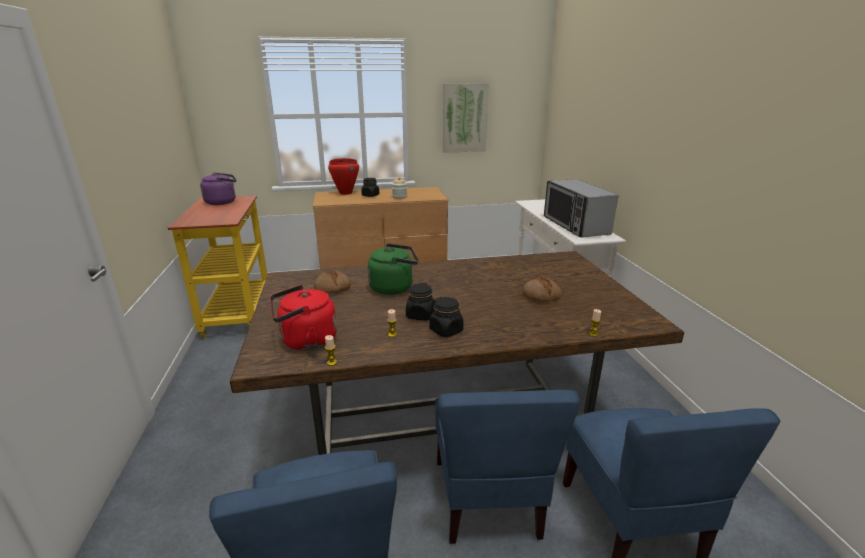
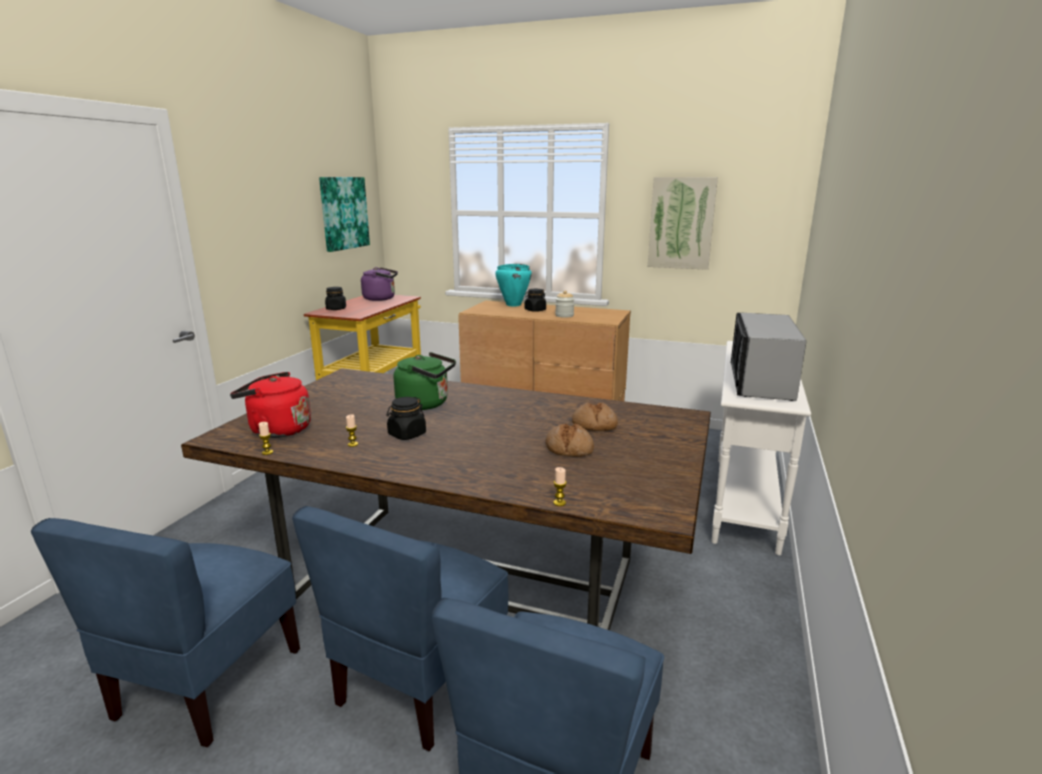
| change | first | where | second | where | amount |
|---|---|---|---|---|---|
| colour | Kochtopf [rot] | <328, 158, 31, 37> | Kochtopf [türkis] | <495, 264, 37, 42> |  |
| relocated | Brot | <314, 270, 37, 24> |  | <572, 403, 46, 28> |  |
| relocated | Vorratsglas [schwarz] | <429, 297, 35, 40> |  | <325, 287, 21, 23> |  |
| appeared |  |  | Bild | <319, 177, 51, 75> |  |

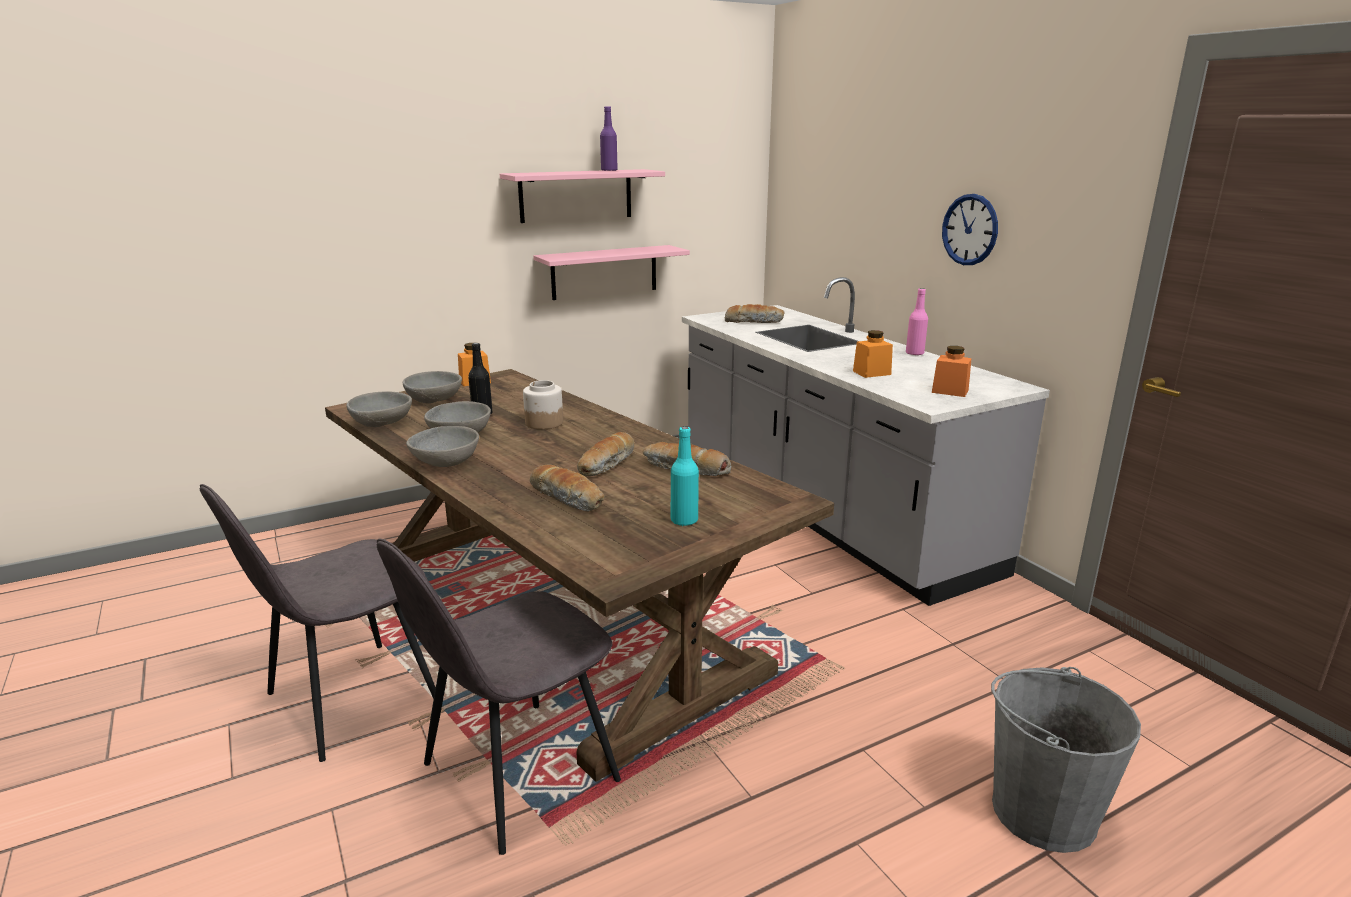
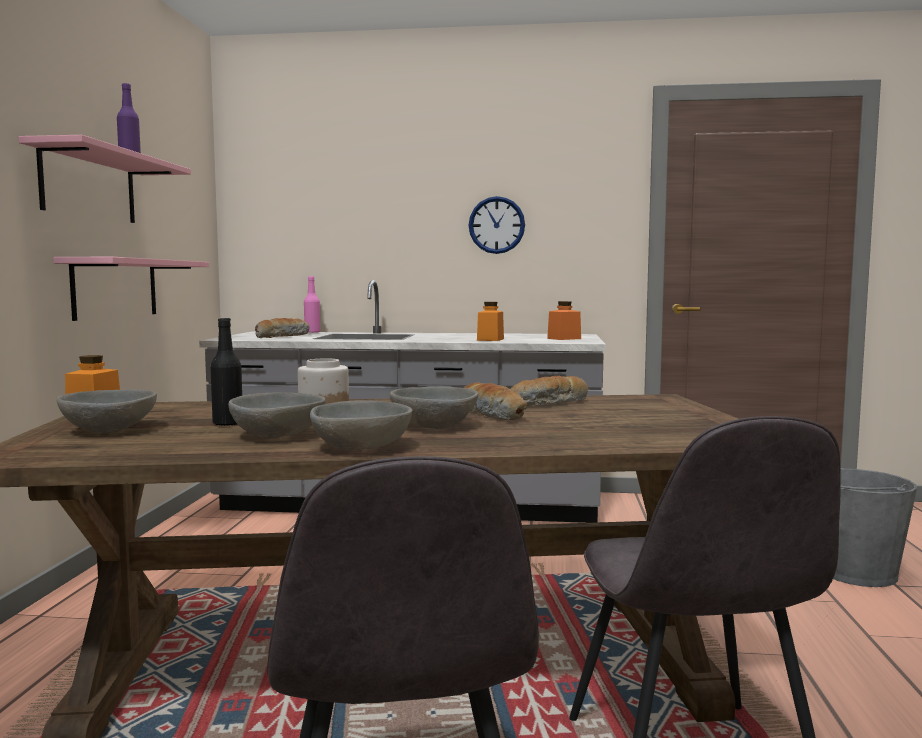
| change | first | where | second | where | amount |
|---|---|---|---|---|---|
| relocated | Flasche [rosa] | <906, 288, 22, 68> |  | <304, 276, 16, 57> |  |
| relocated | Schüssel [grau] | <346, 391, 66, 36> |  | <390, 387, 88, 42> |  |
| missing | Flasche [türkis] | <671, 426, 28, 100> |  |  |  |
| missing | Brot | <530, 465, 74, 47> |  |  |  |

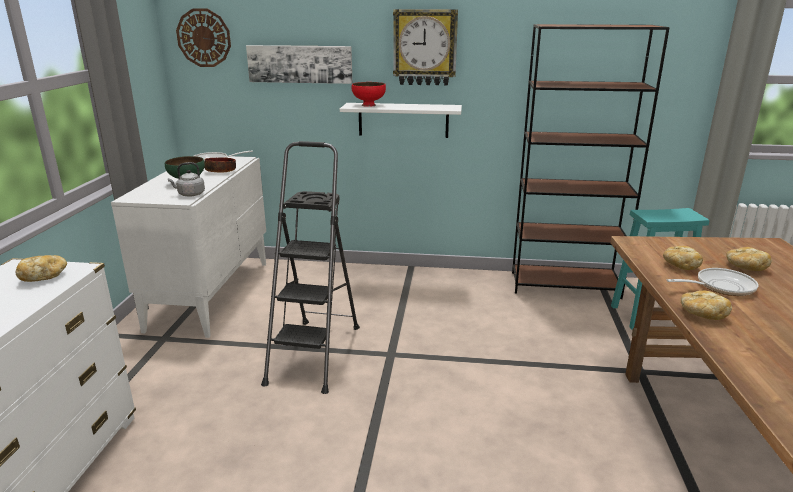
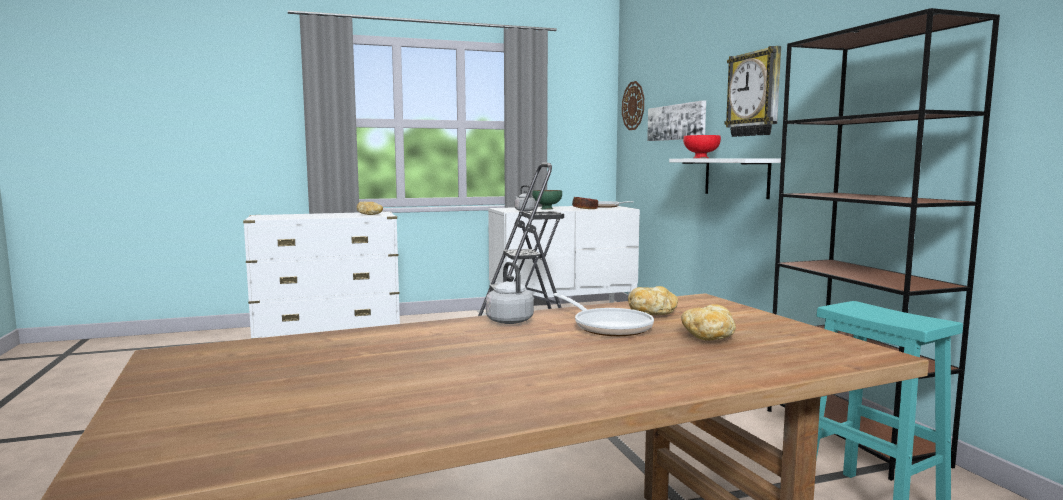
| change | first | where | second | where | amount |
|---|---|---|---|---|---|
| exchanged | Brot | <681, 291, 51, 29> | Wasserkessel [grau] | <486, 262, 48, 62> |  |

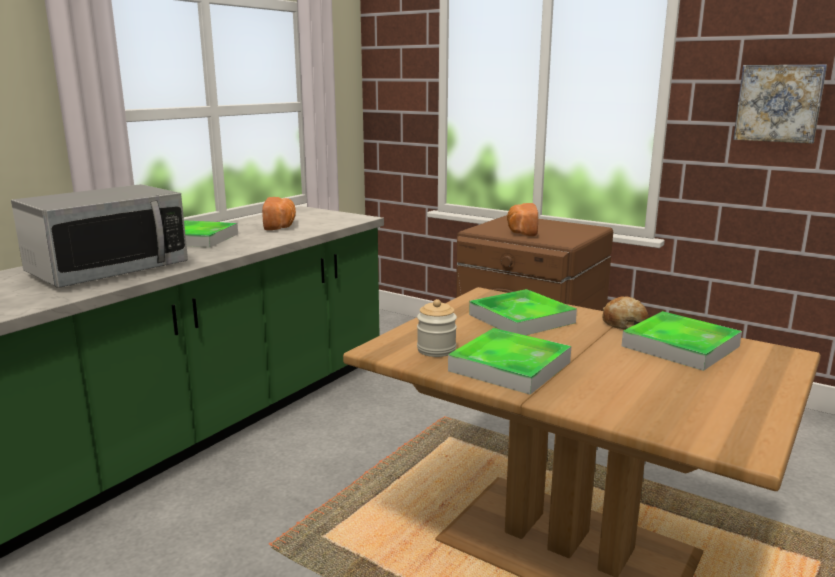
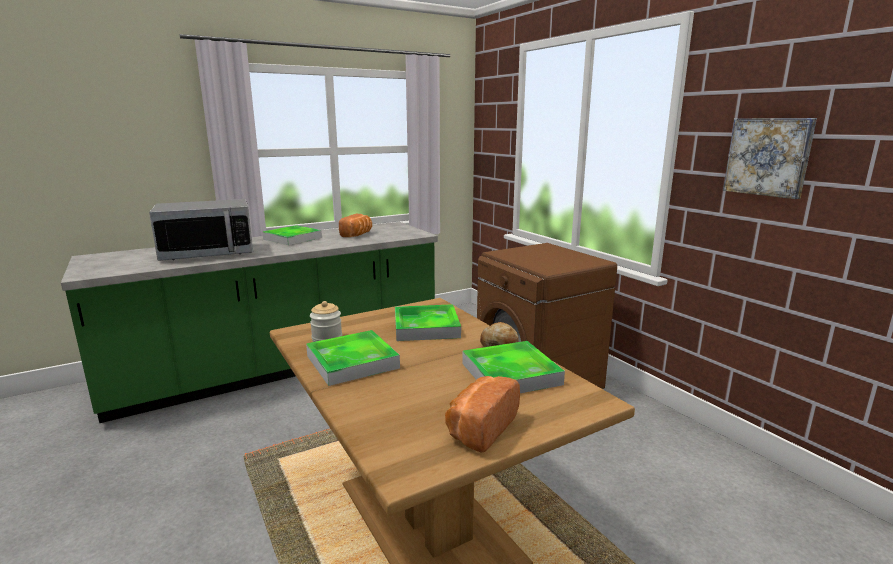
| change | first | where | second | where | amount |
|---|---|---|---|---|---|
| relocated | Brot | <507, 203, 31, 33> |  | <445, 376, 75, 77> |  |

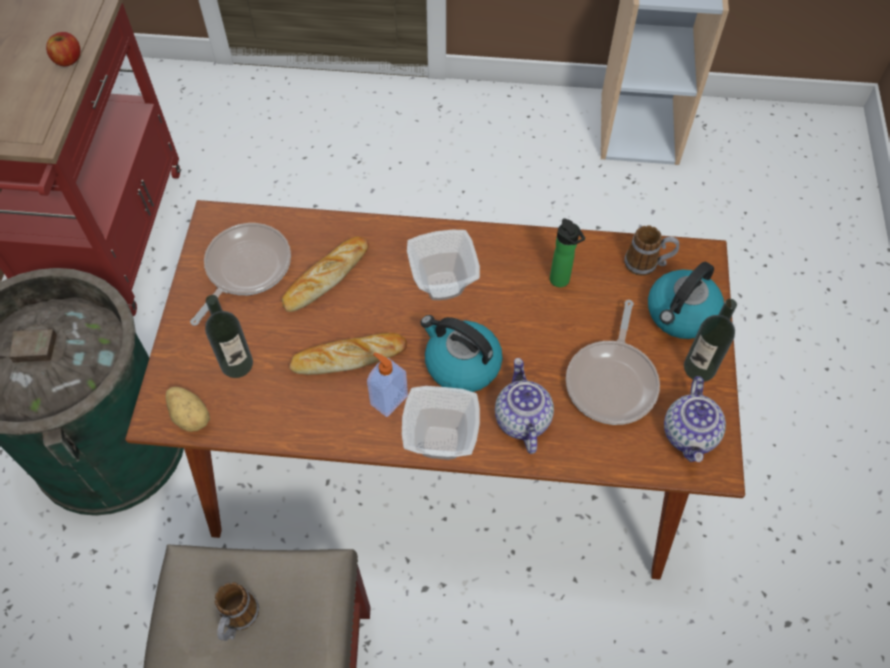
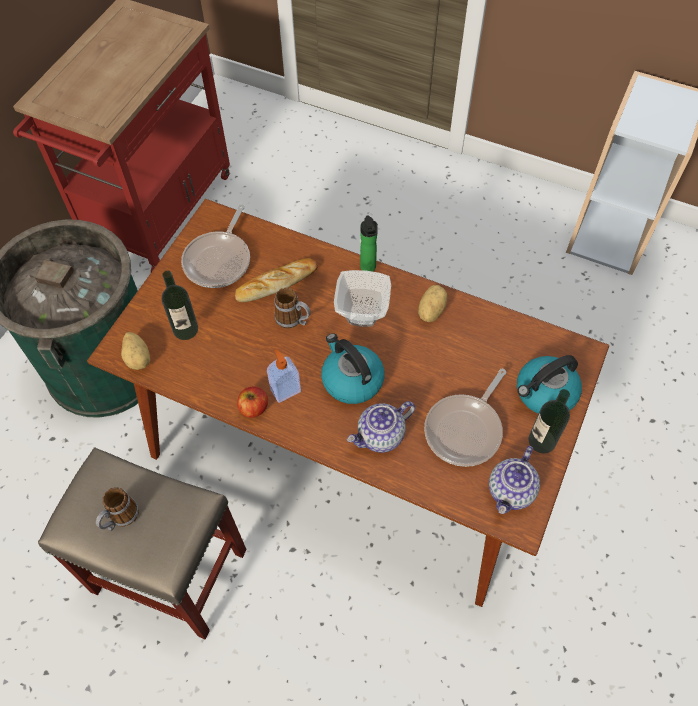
| change | first | where | second | where | amount |
|---|---|---|---|---|---|
| relocated | Apfel | <46, 32, 34, 34> |  | <237, 387, 31, 31> |  |
| relocated | Flasche | <550, 218, 35, 69> |  | <360, 215, 18, 57> |  |
| spun | Pfanne | <190, 223, 101, 103> |  | <181, 204, 69, 84> | 150 degrees clockwise |
| relocated | Henkelbecher | <624, 225, 55, 51> |  | <274, 288, 37, 41> |  |
| missing | Brot | <289, 333, 118, 42> |  |  |  |
| spun | Teekanne | <495, 358, 59, 96> |  | <347, 401, 68, 52> | 135 degrees counterclockwise |
| missing | Schüssel | <402, 386, 78, 74> |  |  |  |
| appeared |  |  | Kartoffel | <418, 285, 29, 37> |  |

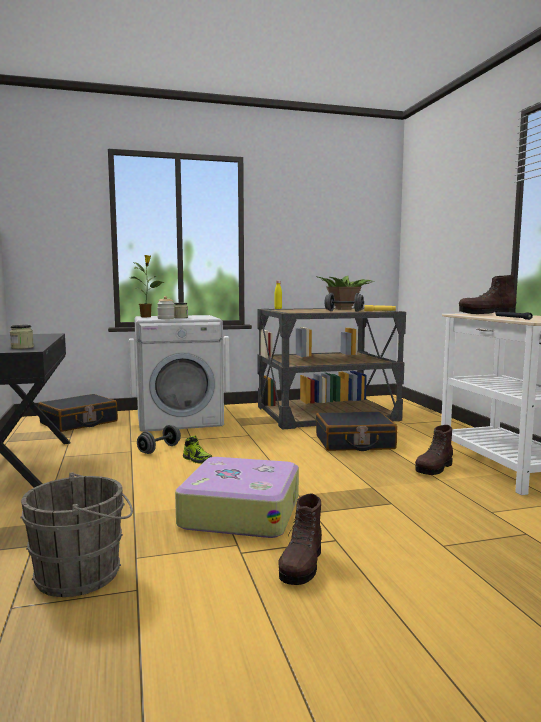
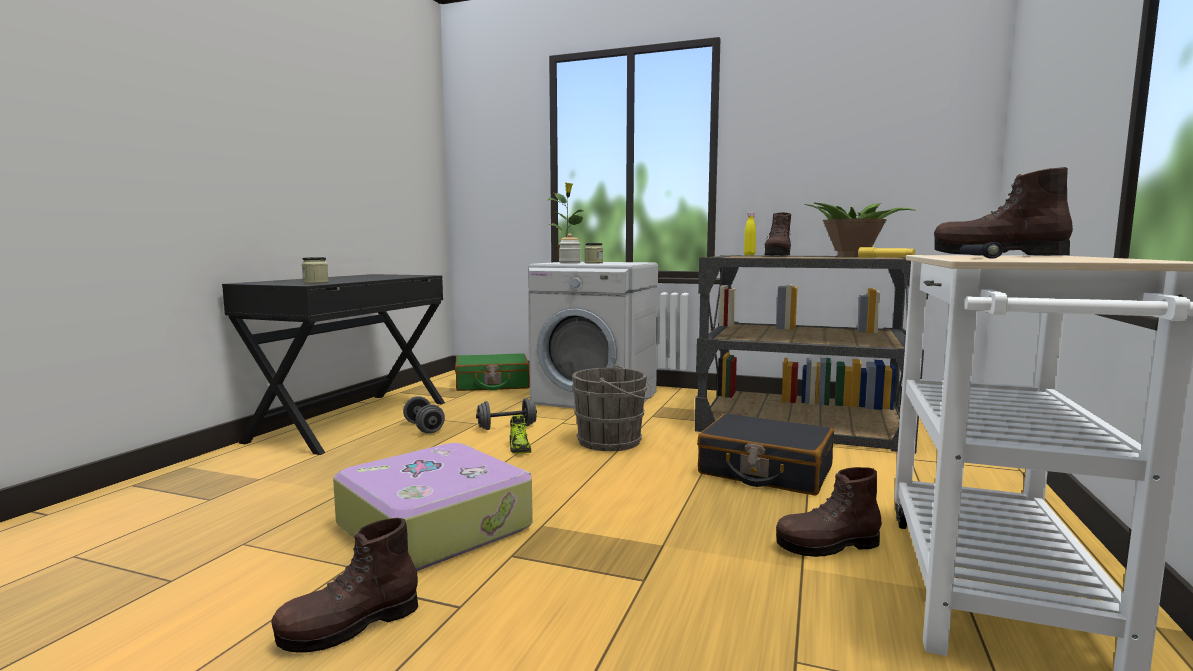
| change | first | where | second | where | amount |
|---|---|---|---|---|---|
| relocated | Hantel [grau] | <325, 293, 39, 19> |  | <403, 396, 42, 38> |  |
| colour | Koffer [schwarz] | <38, 394, 80, 38> | Koffer [grün] | <455, 354, 75, 37> |  |
| relocated | Eimer [grau] | <20, 472, 113, 125> |  | <572, 364, 82, 87> |  |
| appeared |  |  | Stiefel [braun] | <764, 212, 27, 43> |  |

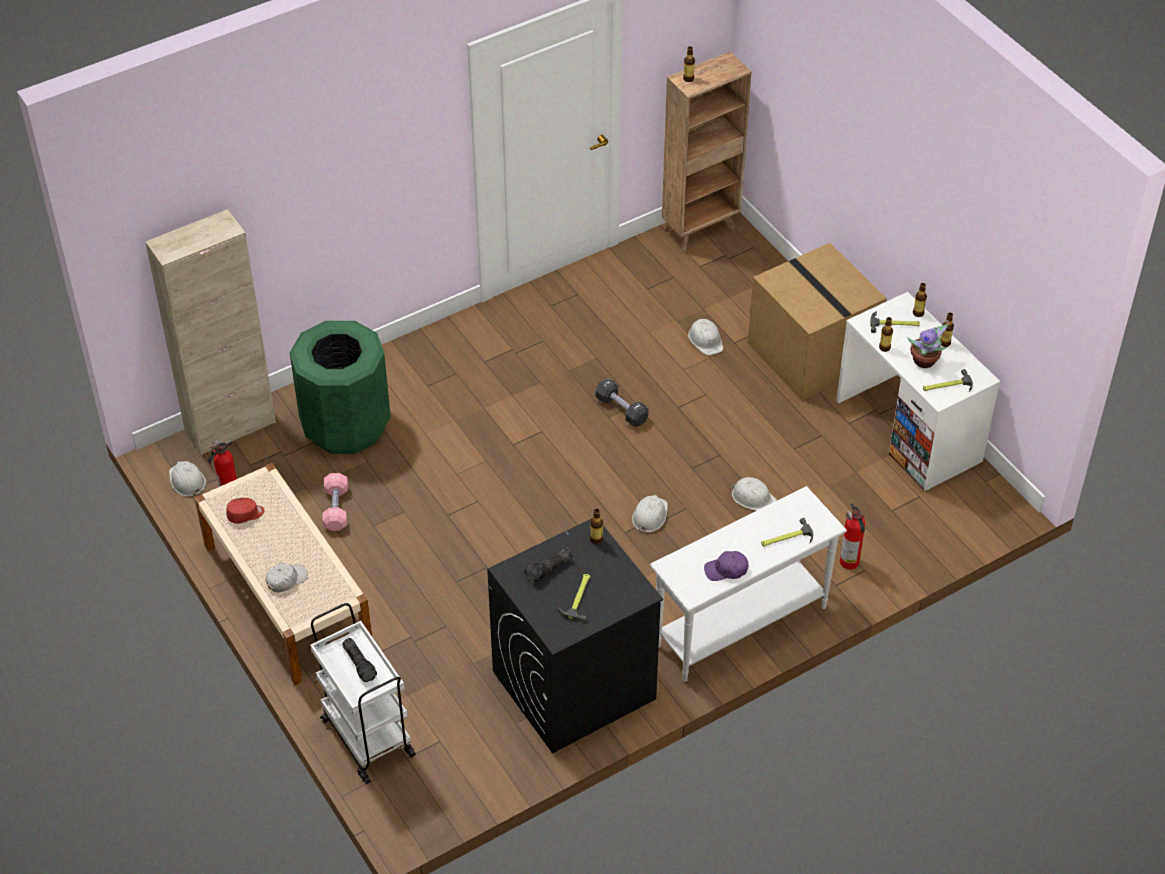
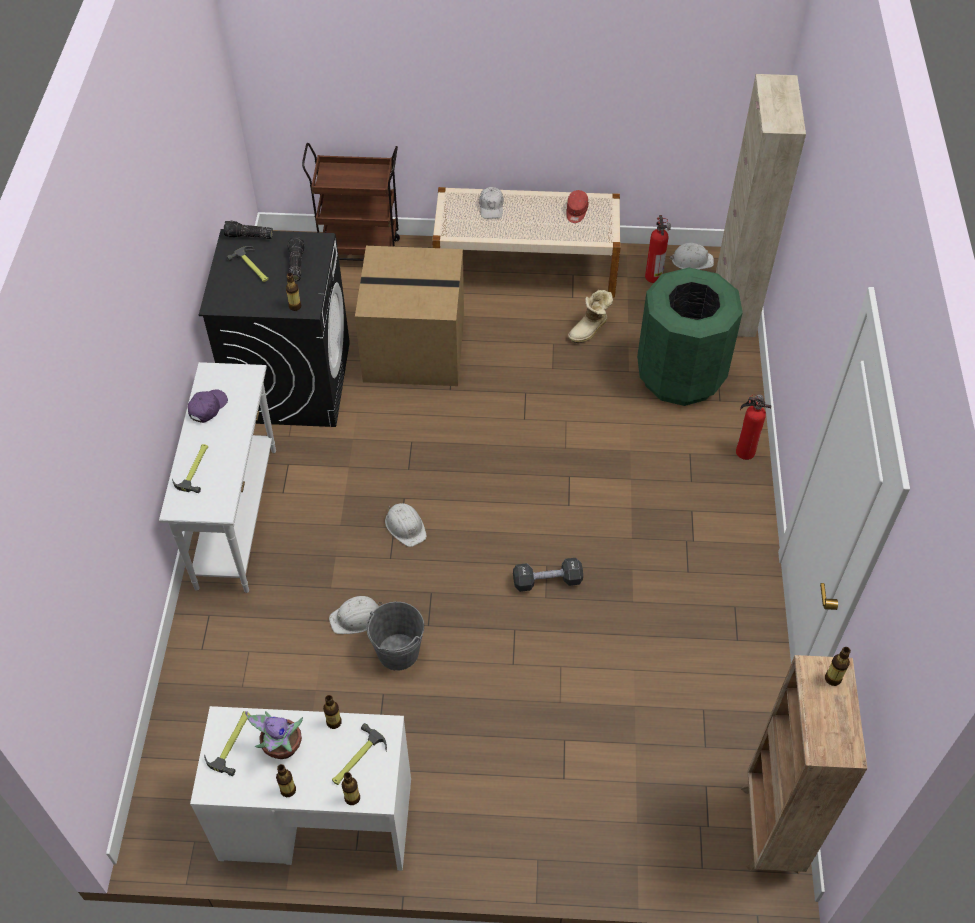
| change | first | where | second | where | amount |
|---|---|---|---|---|---|
| relocated | Karton | <748, 243, 139, 157> |  | <355, 246, 109, 140> |  |
| missing | Schutzhelm [weiß] | <688, 319, 35, 36> |  |  |  |
| exchanged | Hantel [rosa] | <322, 473, 26, 58> | Stiefel | <568, 290, 45, 53> |  |
| relocated | Feuerlöscher | <840, 503, 25, 66> |  | <736, 394, 36, 66> |  |
| colour | Rollwagen [weiß] | <310, 603, 106, 181> | Rollwagen [braun] | <302, 143, 98, 118> |  |
| relocated | Taschenlampe | <342, 638, 35, 44> |  | <224, 221, 49, 18> |  |
| appeared |  |  | Eimer [grau] | <366, 602, 58, 69> |  |

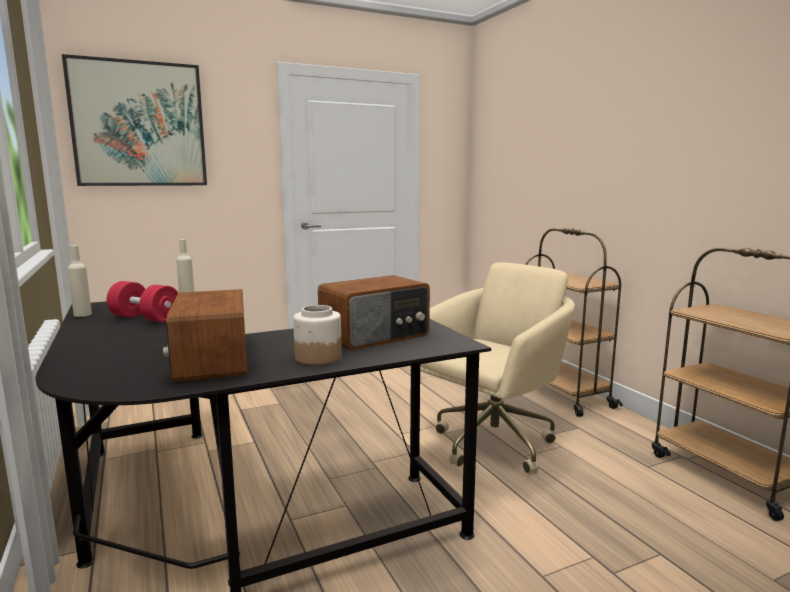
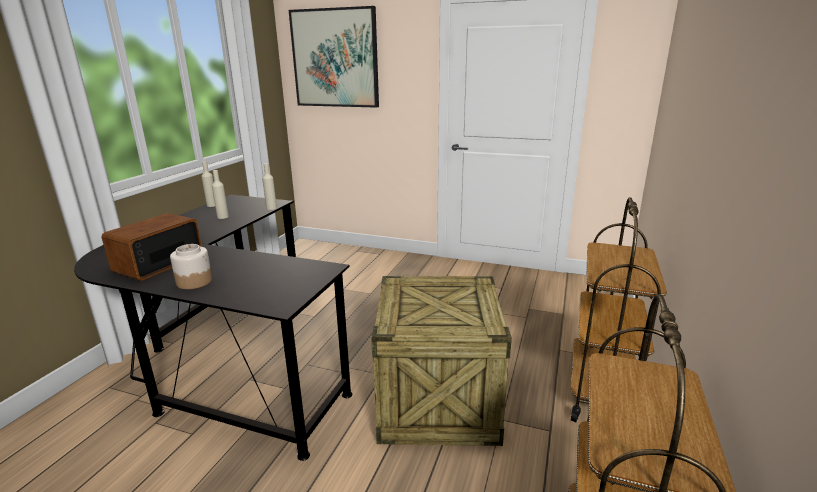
| change | first | where | second | where | amount |
|---|---|---|---|---|---|
| exchanged | Bürostuhl [beige] | <420, 262, 155, 212> | Kiste | <371, 276, 141, 170> |  |
| missing | Radio | <318, 275, 112, 76> |  |  |  |
| exchanged | Hantel [rot] | <107, 281, 71, 41> | Flasche [beige] | <212, 170, 17, 49> |  |

